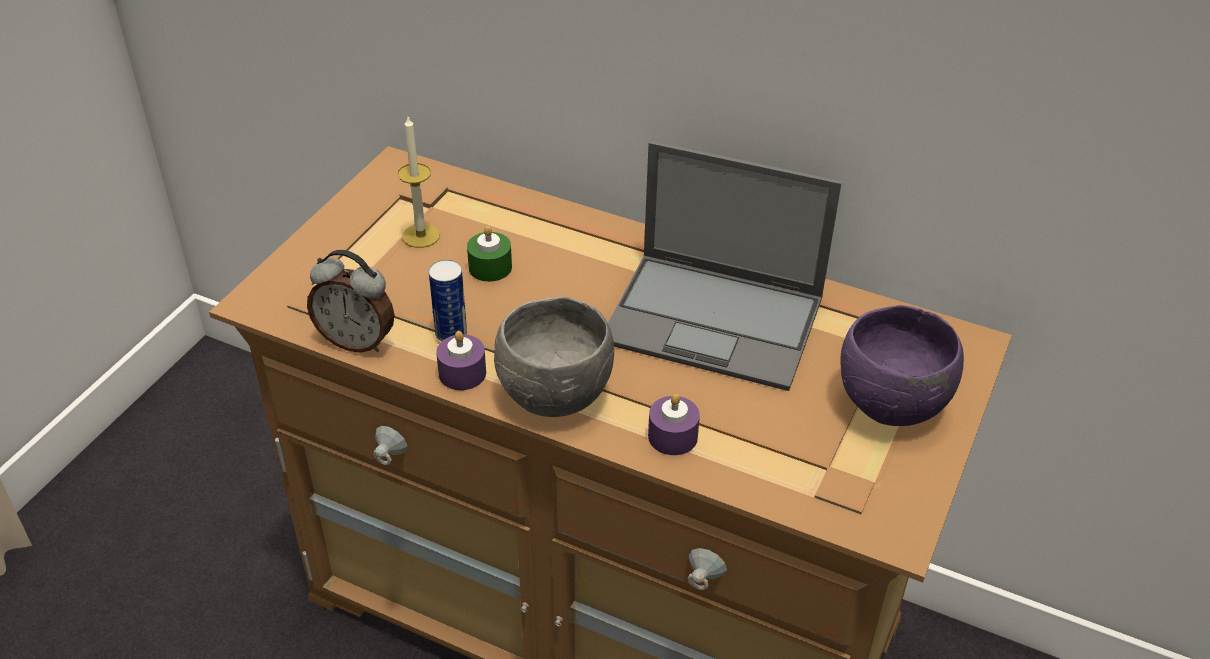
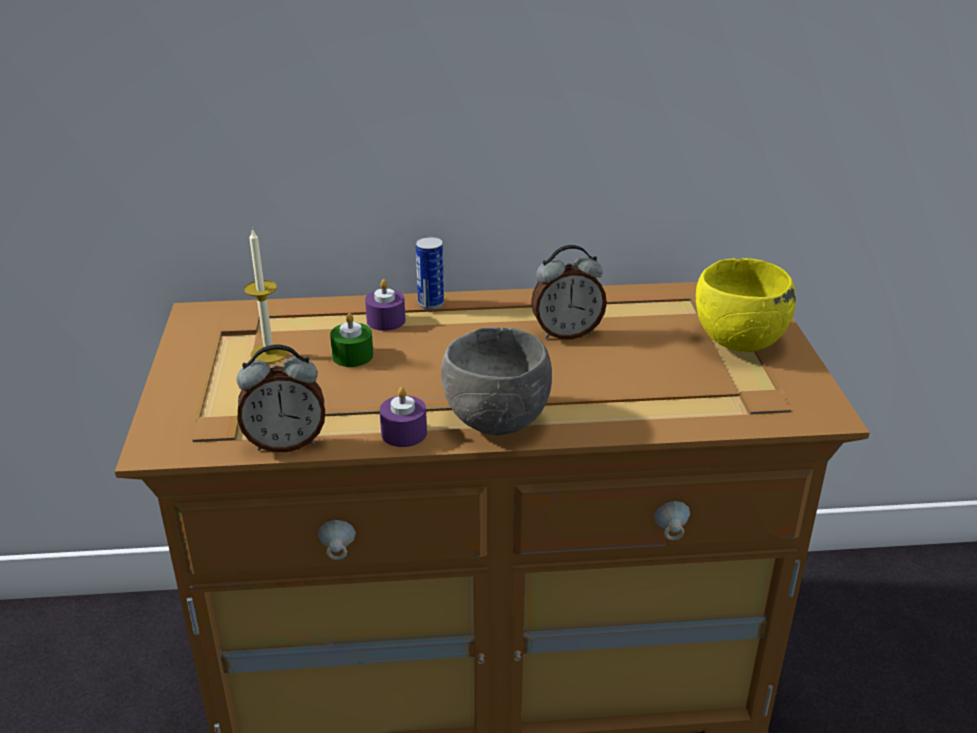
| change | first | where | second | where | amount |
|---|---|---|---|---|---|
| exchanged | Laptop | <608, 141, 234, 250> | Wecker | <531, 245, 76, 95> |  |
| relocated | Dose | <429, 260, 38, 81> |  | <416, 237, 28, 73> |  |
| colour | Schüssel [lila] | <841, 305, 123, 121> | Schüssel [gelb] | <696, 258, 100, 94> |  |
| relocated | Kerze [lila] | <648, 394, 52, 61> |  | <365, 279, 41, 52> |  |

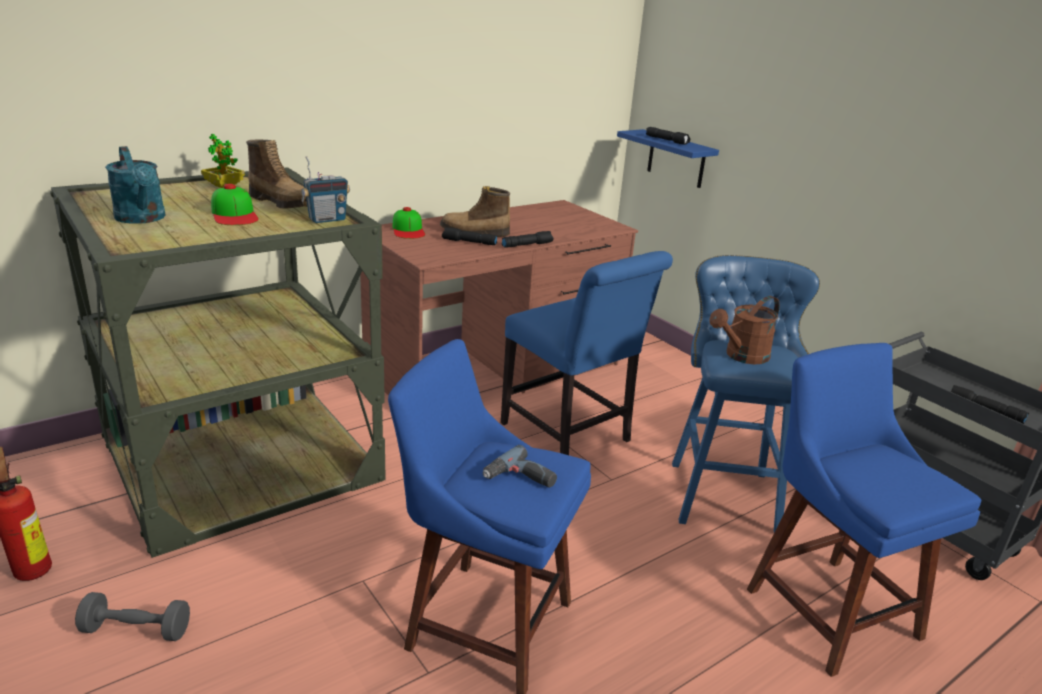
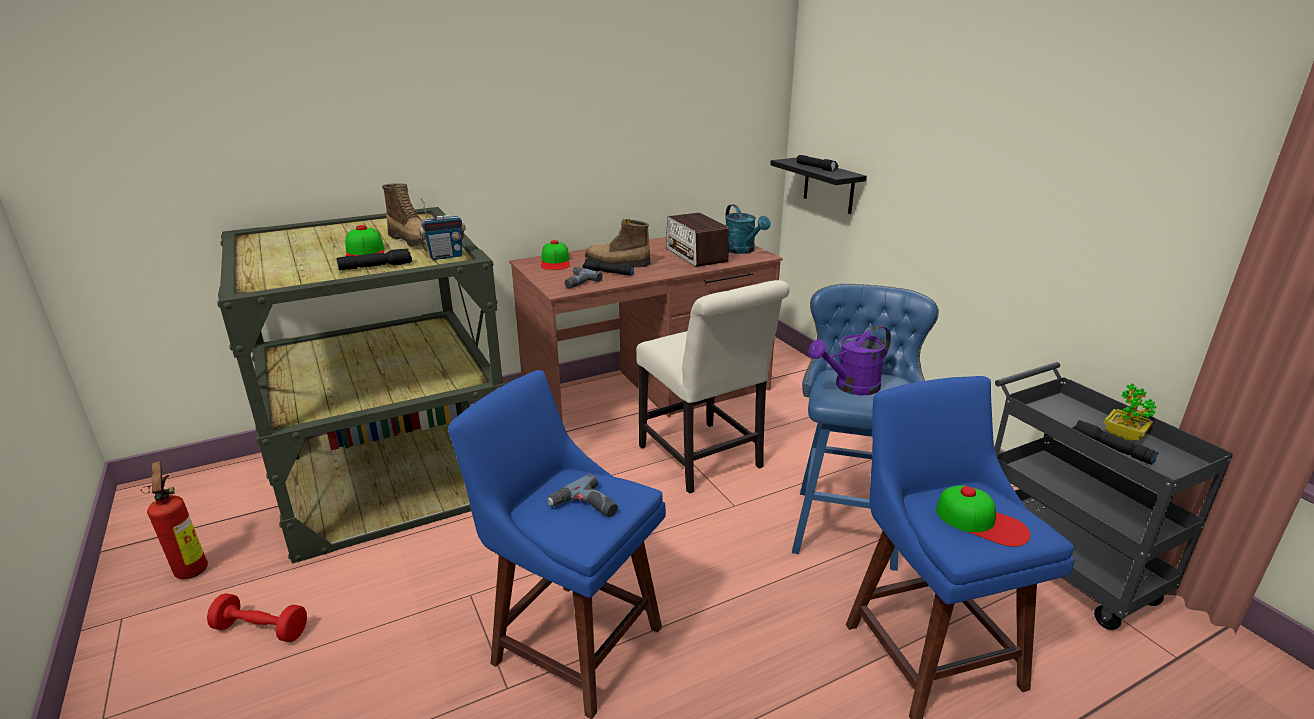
| change | first | where | second | where | amount |
|---|---|---|---|---|---|
| colour | Wandregal [blau] | <617, 129, 102, 59> | Wandregal [schwarz] | <770, 158, 97, 56> |  |
| relocated | Topfpflanze | <201, 134, 44, 54> |  | <1104, 383, 53, 58> |  |
| relocated | Gießkanne [türkis] | <105, 146, 60, 78> |  | <725, 204, 45, 50> |  |
| relocated | Taschenlampe [schwarz] | <502, 231, 52, 17> |  | <337, 248, 75, 22> |  |
| colour | Stuhl [blau] | <501, 251, 172, 204> | Stuhl [beige] | <636, 280, 153, 214> |  |
| colour | Gießkanne [braun] | <710, 296, 70, 68> | Gießkanne [lila] | <808, 325, 83, 70> |  |
| colour | Hantel [grau] | <75, 592, 115, 49> | Hantel [rot] | <207, 593, 100, 49> |  |
| appeared |  |  | Radio | <666, 212, 63, 55> |  |
| appeared |  |  | Bohrmaschine | <565, 267, 38, 22> |  |
| appeared |  |  | Kappe | <936, 485, 94, 62> |  |

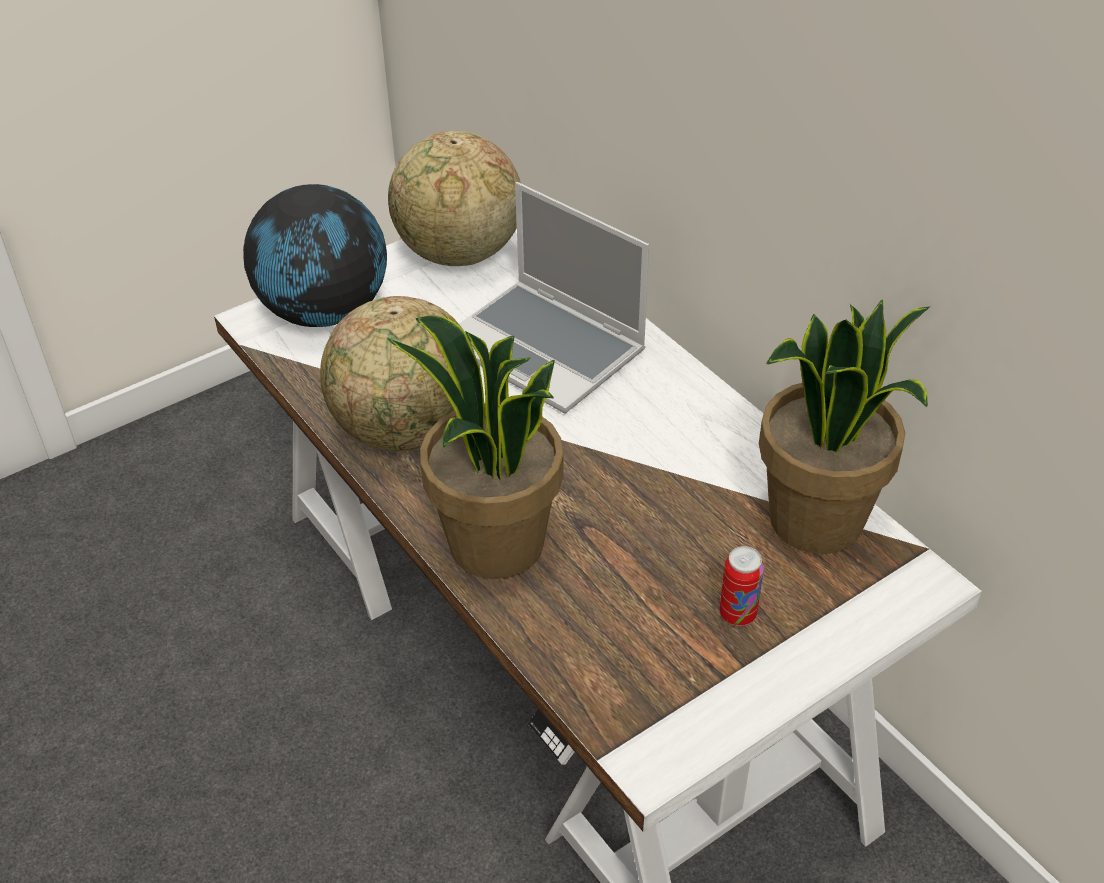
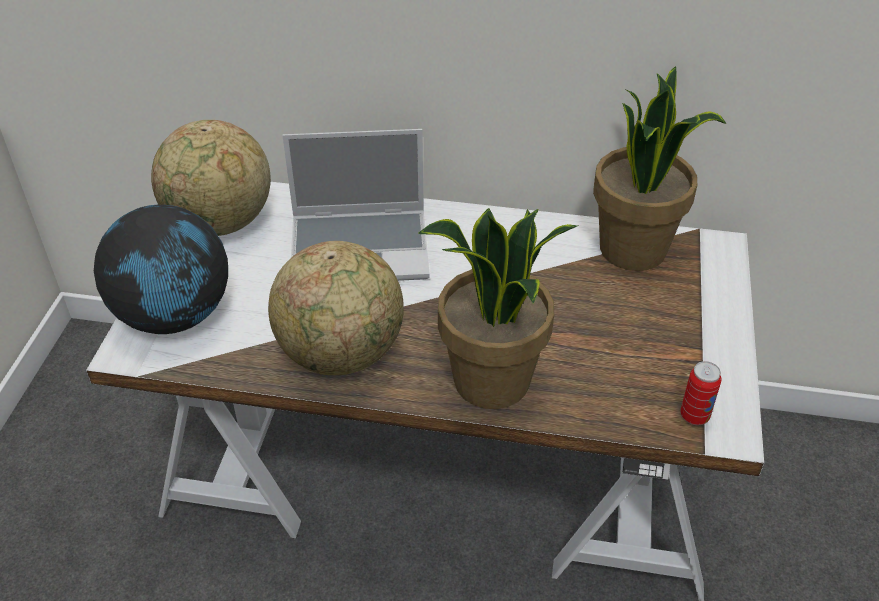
| change | first | where | second | where | amount |
|---|---|---|---|---|---|
| relocated | Dose | <719, 546, 45, 80> |  | <680, 361, 41, 64> |  |

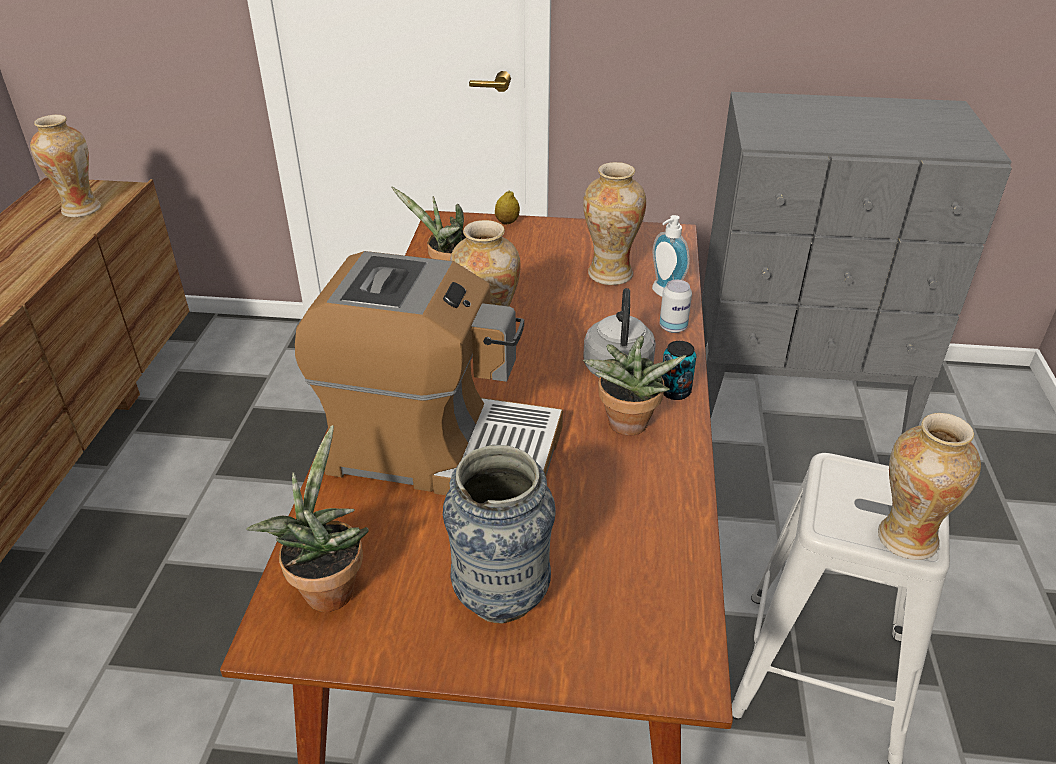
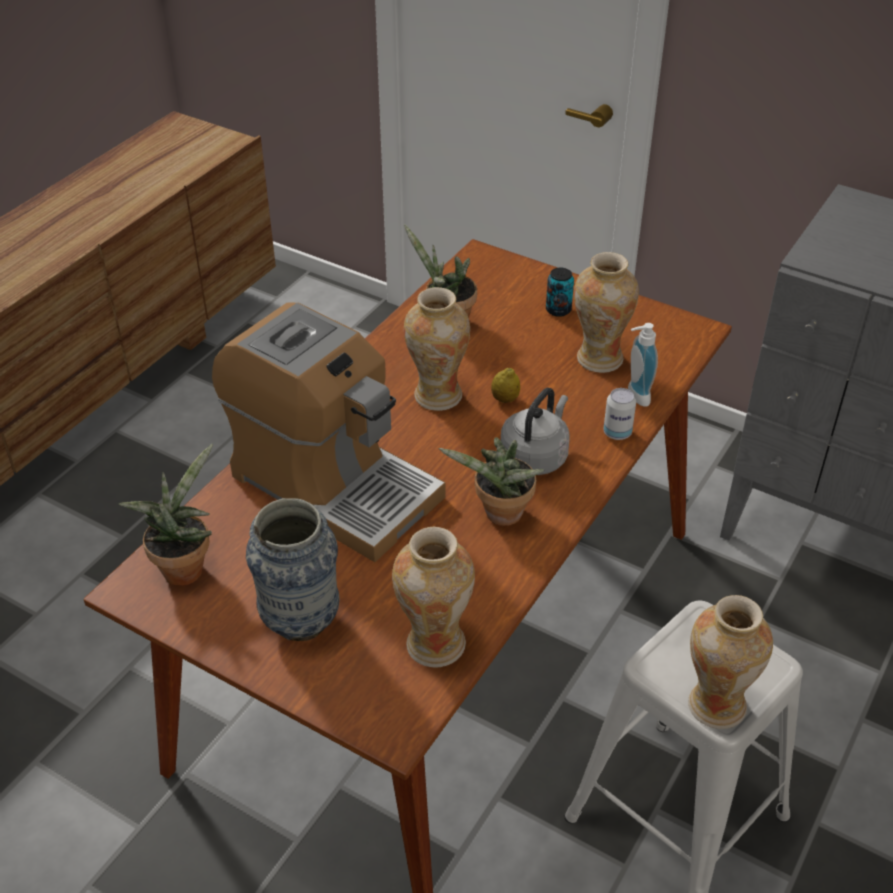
| change | first | where | second | where | amount |
|---|---|---|---|---|---|
| relocated | Vase | <30, 115, 71, 102> |  | <392, 527, 83, 141> |  |
| relocated | Zitrone | <495, 190, 25, 35> |  | <491, 368, 29, 35> |  |
| relocated | Dose | <662, 341, 34, 59> |  | <546, 268, 28, 49> |  |

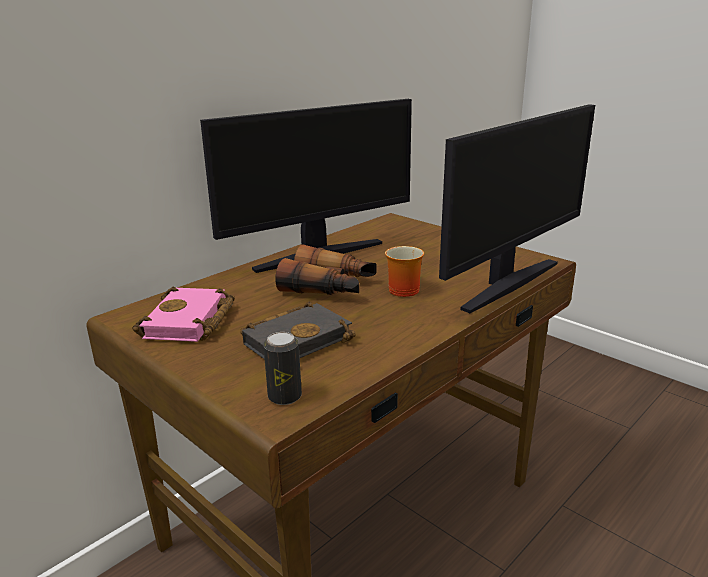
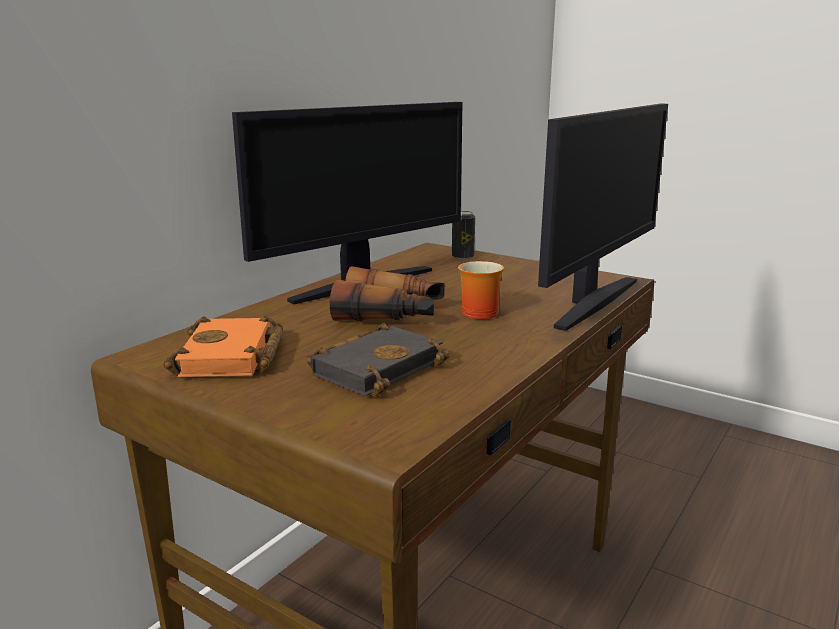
| change | first | where | second | where | amount |
|---|---|---|---|---|---|
| colour | Buch [rosa] | <132, 287, 103, 55> | Buch [orange] | <163, 315, 120, 62> |  |
| relocated | Dose | <263, 332, 39, 73> |  | <452, 211, 23, 48> |  |

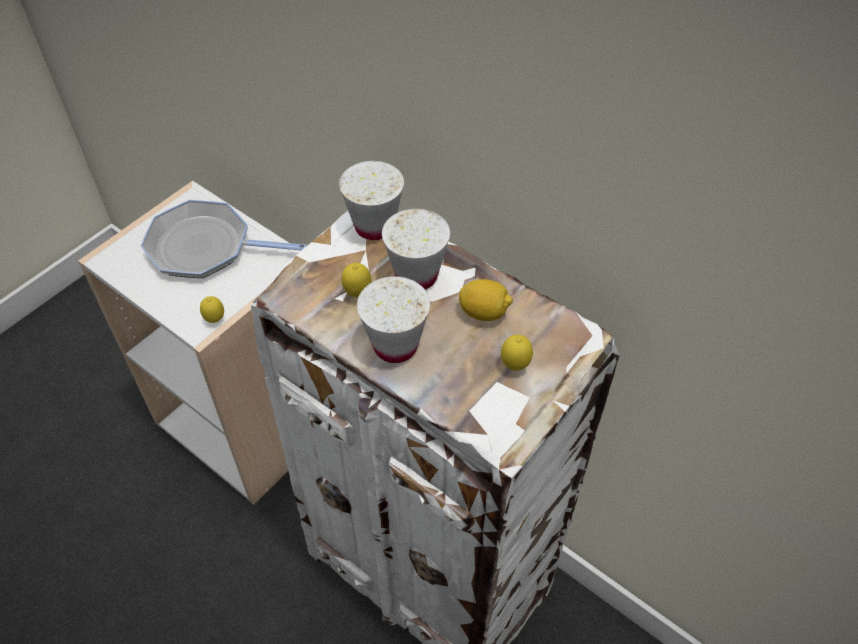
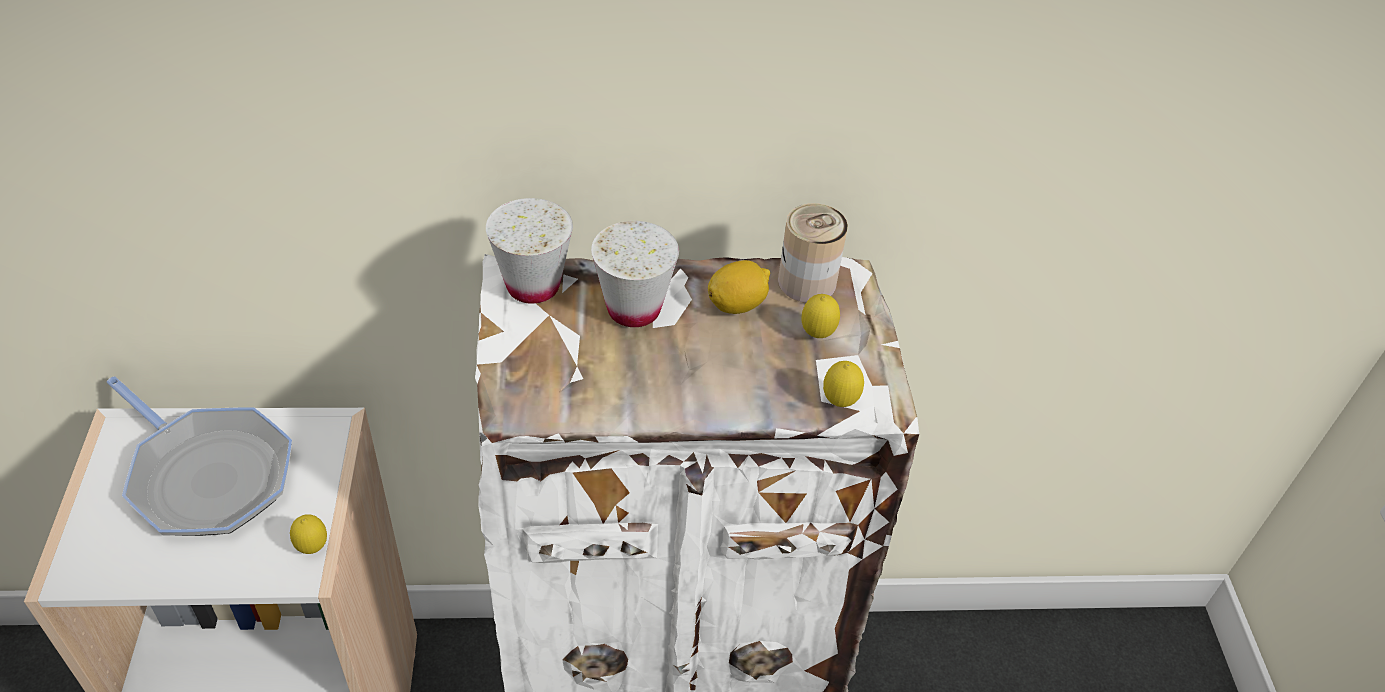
| change | first | where | second | where | amount |
|---|---|---|---|---|---|
| spun | Pfanne | <141, 200, 166, 78> |  | <107, 376, 185, 160> | 105 degrees counterclockwise |
| relocated | Zitrone | <341, 263, 30, 34> |  | <823, 361, 41, 46> |  |
| missing | Tasse [weiß] | <357, 276, 73, 87> |  |  |  |
| appeared |  |  | Dose | <778, 203, 70, 100> |  |

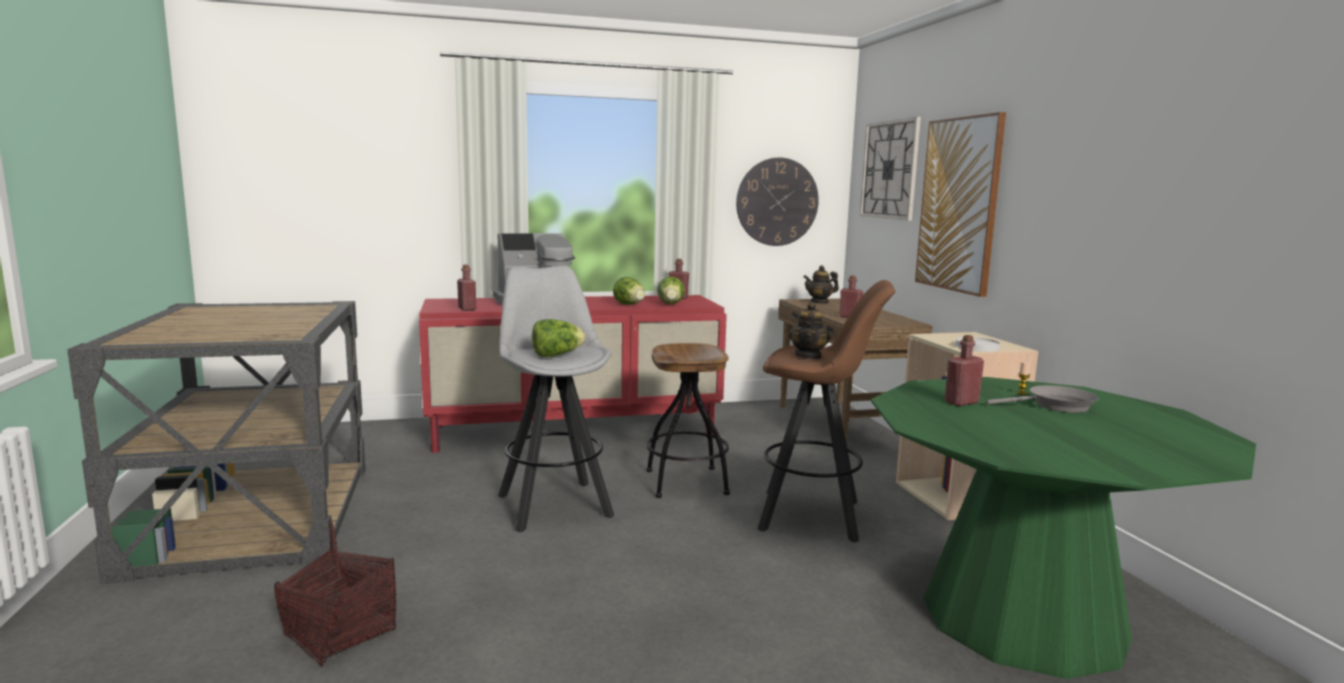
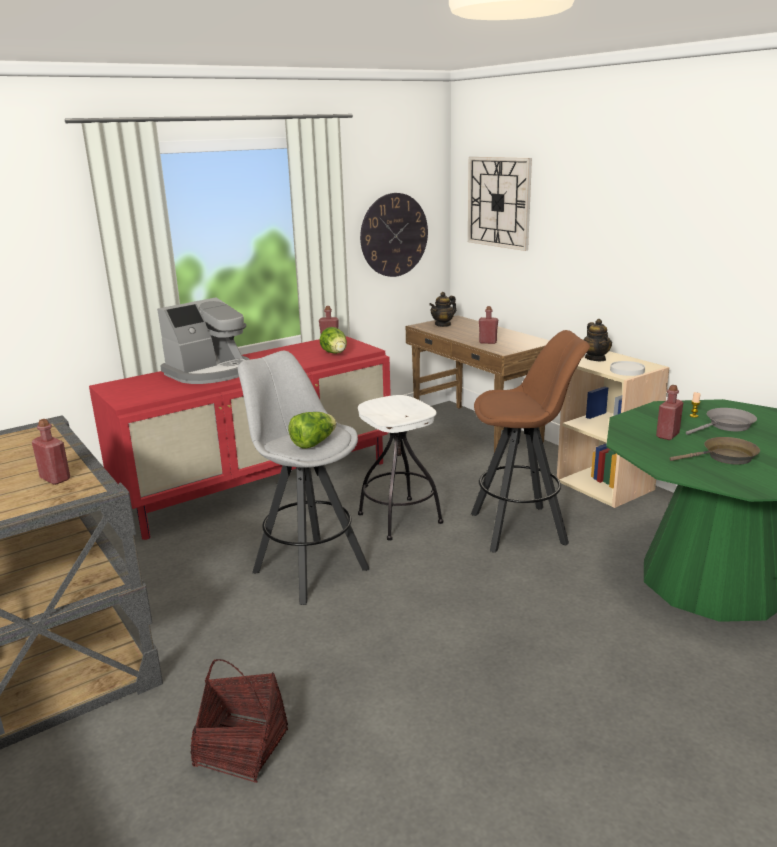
| change | first | where | second | where | amount |
|---|---|---|---|---|---|
| missing | Bild | <915, 112, 91, 185> |  |  |  |
| relocated | Flasche [rot] | <457, 264, 19, 47> |  | <32, 419, 38, 66> |  |
| missing | Salatkopf | <613, 277, 32, 28> |  |  |  |
| relocated | Teekanne | <789, 302, 42, 57> |  | <584, 319, 28, 42> |  |
| colour | Hocker [braun] | <646, 343, 84, 155> | Hocker [weiß] | <358, 395, 85, 146> |  |
| appeared |  |  | Pfanne [braun] | <669, 437, 91, 28> |  |

